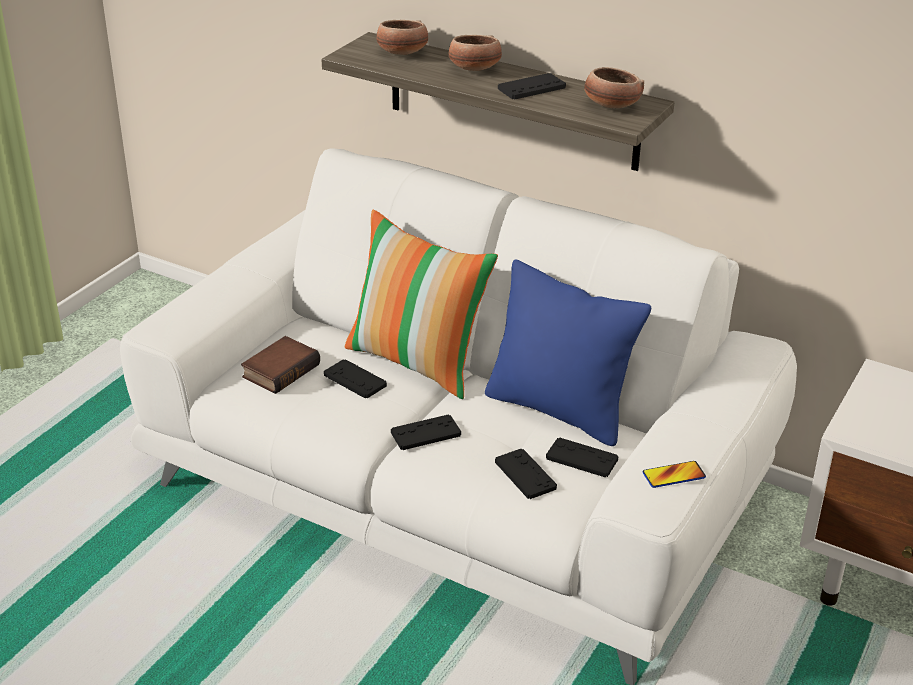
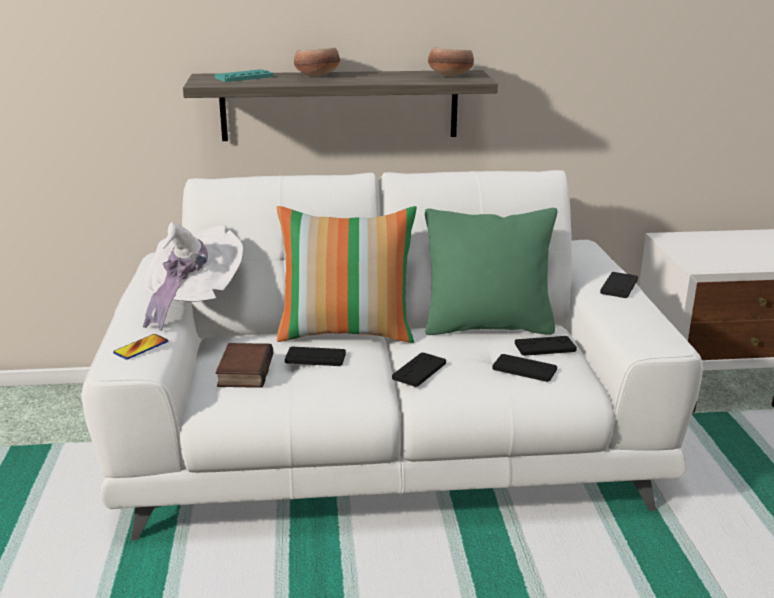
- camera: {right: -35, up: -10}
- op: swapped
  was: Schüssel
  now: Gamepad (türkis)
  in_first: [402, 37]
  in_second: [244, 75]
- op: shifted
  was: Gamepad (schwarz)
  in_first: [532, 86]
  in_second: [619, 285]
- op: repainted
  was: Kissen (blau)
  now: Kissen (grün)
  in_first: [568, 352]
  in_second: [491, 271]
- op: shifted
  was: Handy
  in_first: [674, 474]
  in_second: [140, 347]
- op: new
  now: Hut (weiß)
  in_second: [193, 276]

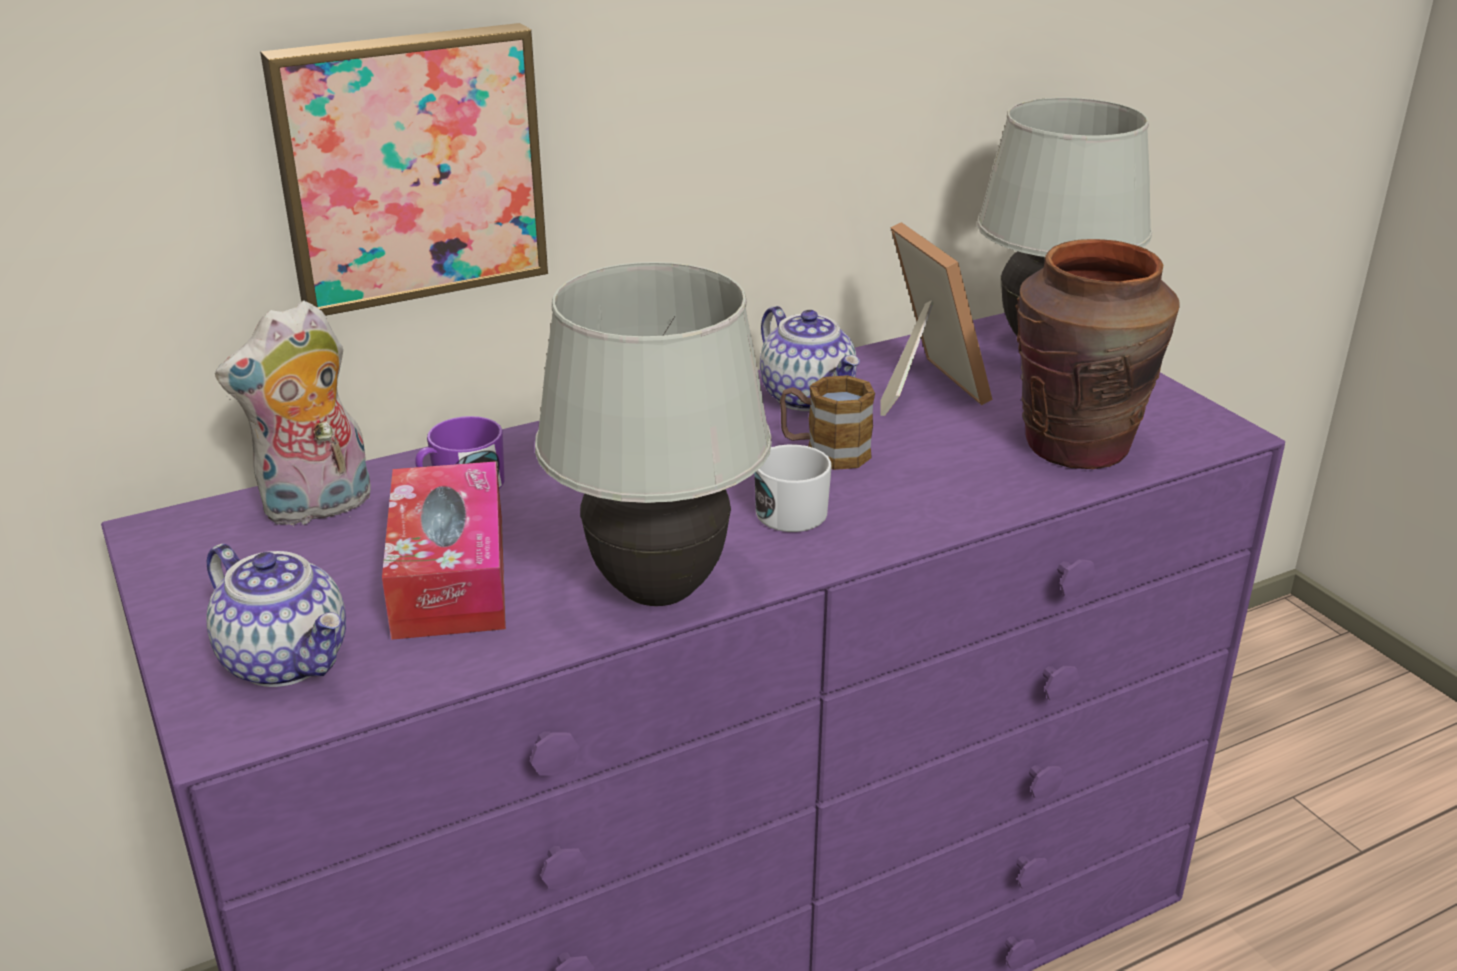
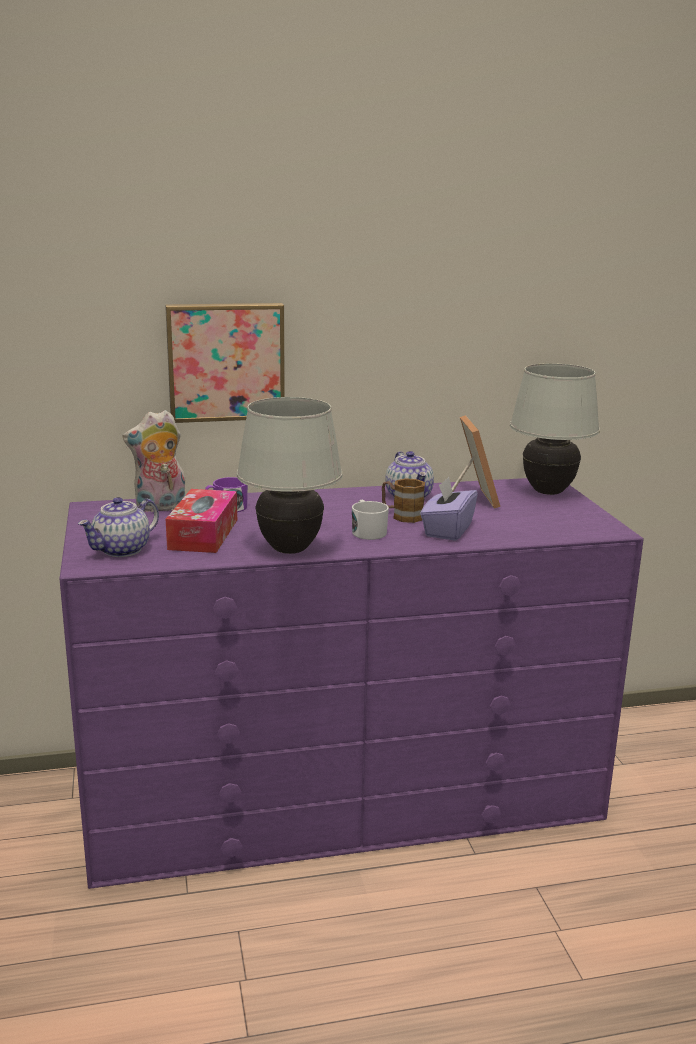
- camera: {right: 15, up: -10}
- op: gone
  was: Vase (braun)
  in_first: [1097, 354]
- op: rotated
  was: Teekanne
  in_first: [276, 615]
  in_second: [118, 527]
  clockwise: 75
- op: new
  now: Taschentuchbox (lila)
  in_second: [449, 509]

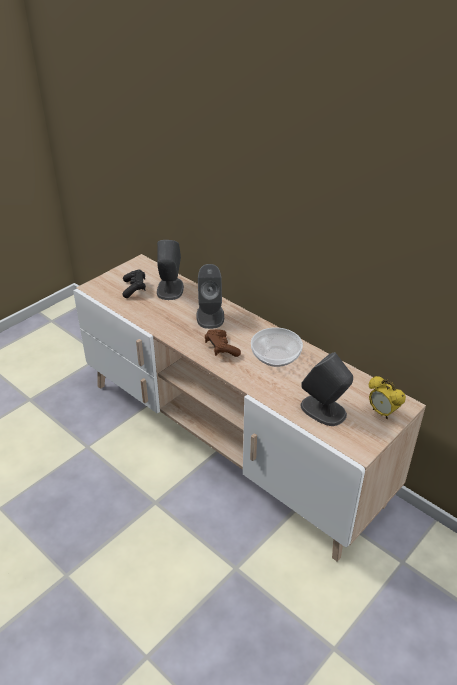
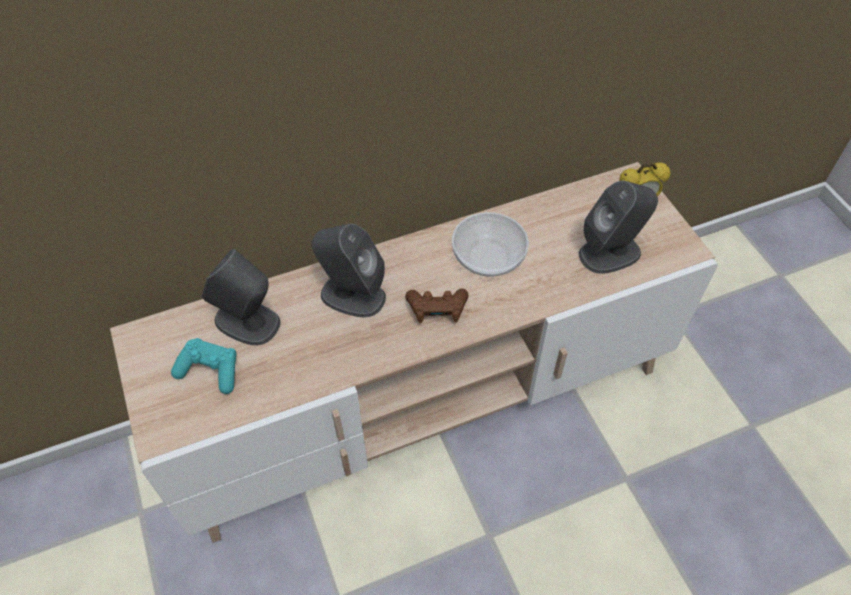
- camera: {right: -65, up: 15}
- op: repainted
  was: Gamepad (schwarz)
  now: Gamepad (türkis)
  in_first: [134, 284]
  in_second: [203, 366]

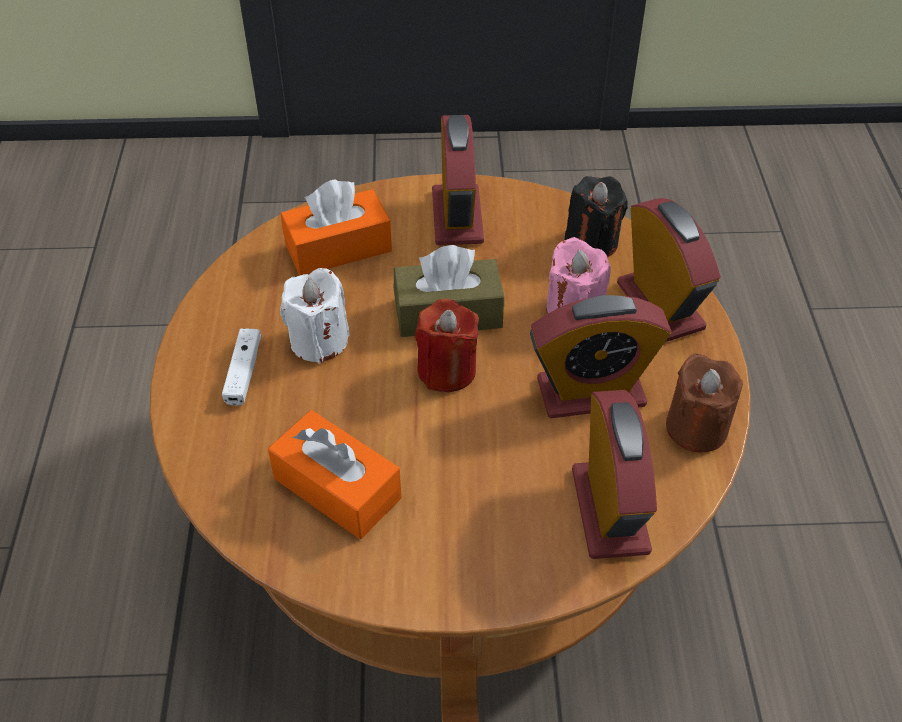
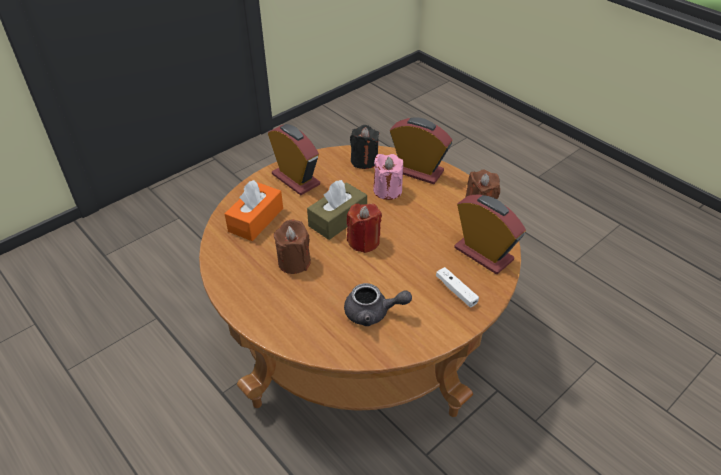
- camera: {right: -40, up: -5}
- op: repainted
  was: Kerze (weiß)
  now: Kerze (braun)
  in_first: [315, 316]
  in_second: [292, 247]
- op: gone
  was: Wecker
  in_first: [601, 356]
- op: shifted
  was: Gamepad (weiß)
  in_first: [241, 367]
  in_second: [457, 287]
- op: swapped
  was: Taschentuchbox (orange)
  now: Teekanne (grau)
  in_first: [335, 474]
  in_second: [378, 304]

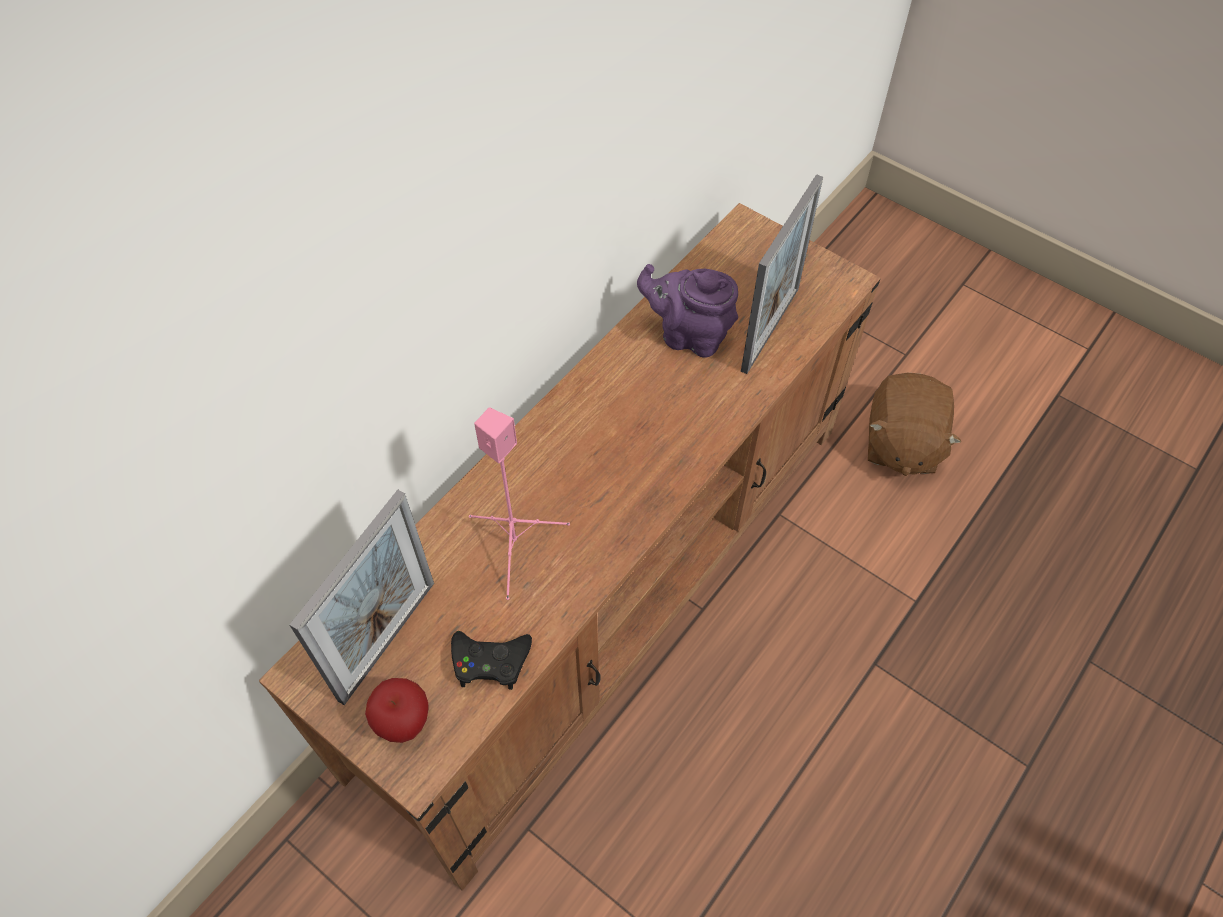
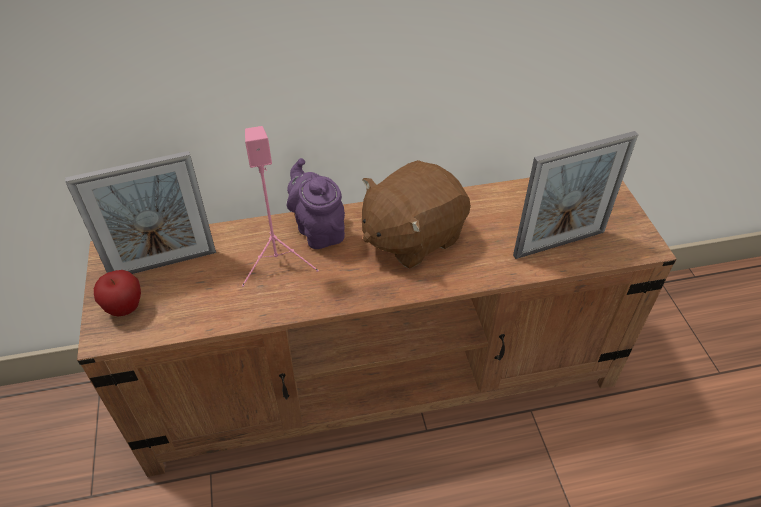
- camera: {right: 40, up: -10}
- op: shifted
  was: Teekanne (lila)
  in_first: [687, 311]
  in_second: [316, 203]
- op: shifted
  was: Plüschtier (braun)
  in_first: [914, 424]
  in_second: [416, 214]
- op: gone
  was: Gamepad (schwarz)
  in_first: [491, 660]

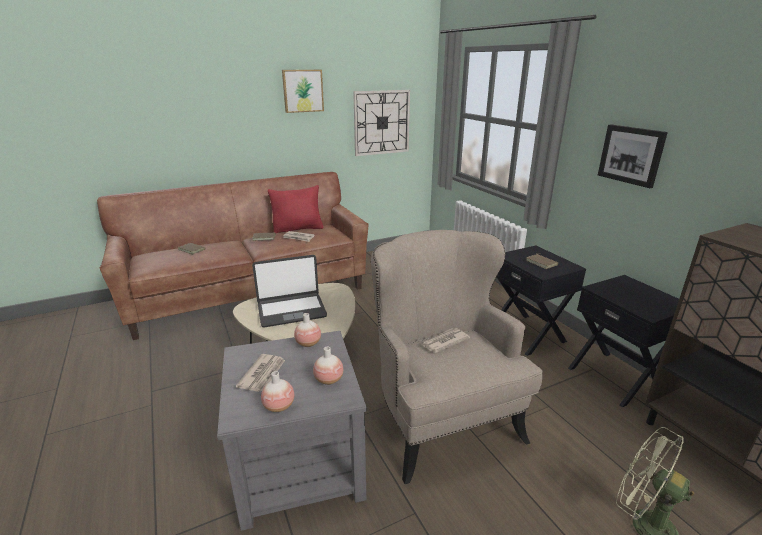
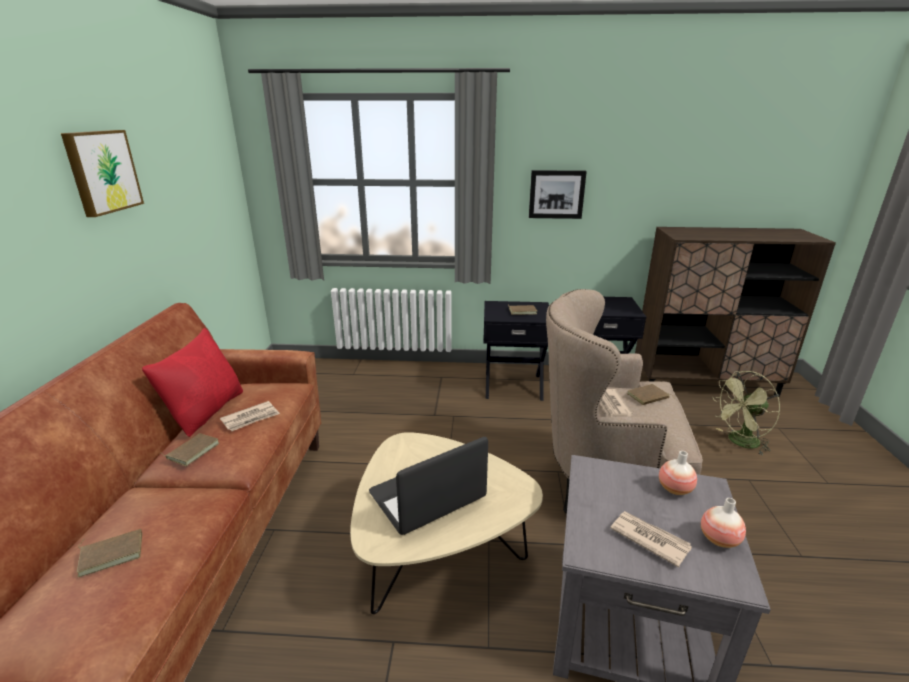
- camera: {right: -60, up: 0}
- op: gone
  was: Wanduhr
  in_first: [381, 123]
- op: rotated
  was: Laptop
  in_first: [289, 291]
  in_second: [428, 486]
  clockwise: -135
- op: gone
  was: Vase
  in_first: [307, 330]
- op: new
  now: Buch (braun)
  in_second: [651, 394]

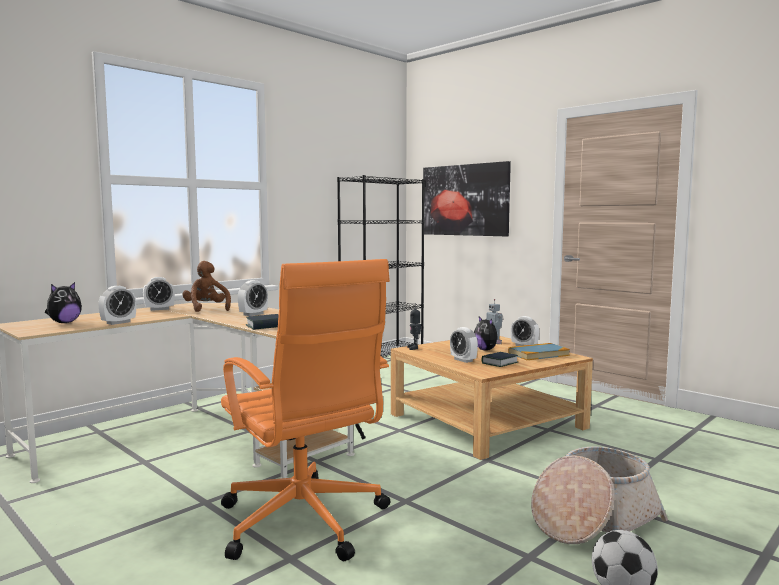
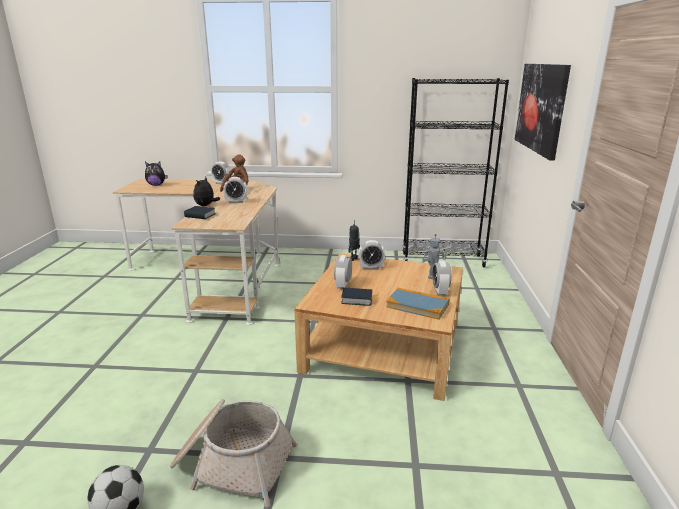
- camera: {right: 50, up: 15}
- op: gone
  was: Bürostuhl (orange)
  in_first: [305, 410]
- op: shifted
  was: Wecker
  in_first: [117, 305]
  in_second: [371, 255]
- op: shifted
  was: Plüschtier
  in_first: [488, 333]
  in_second: [206, 191]

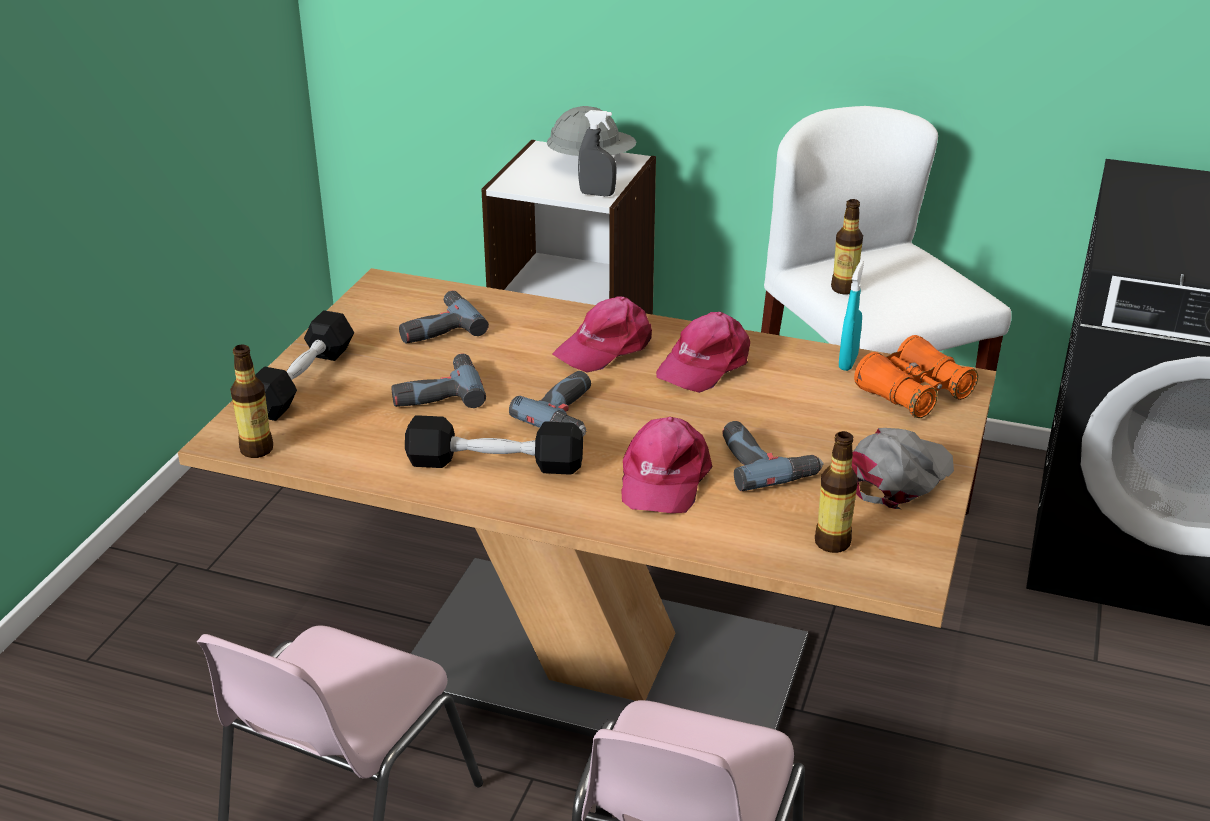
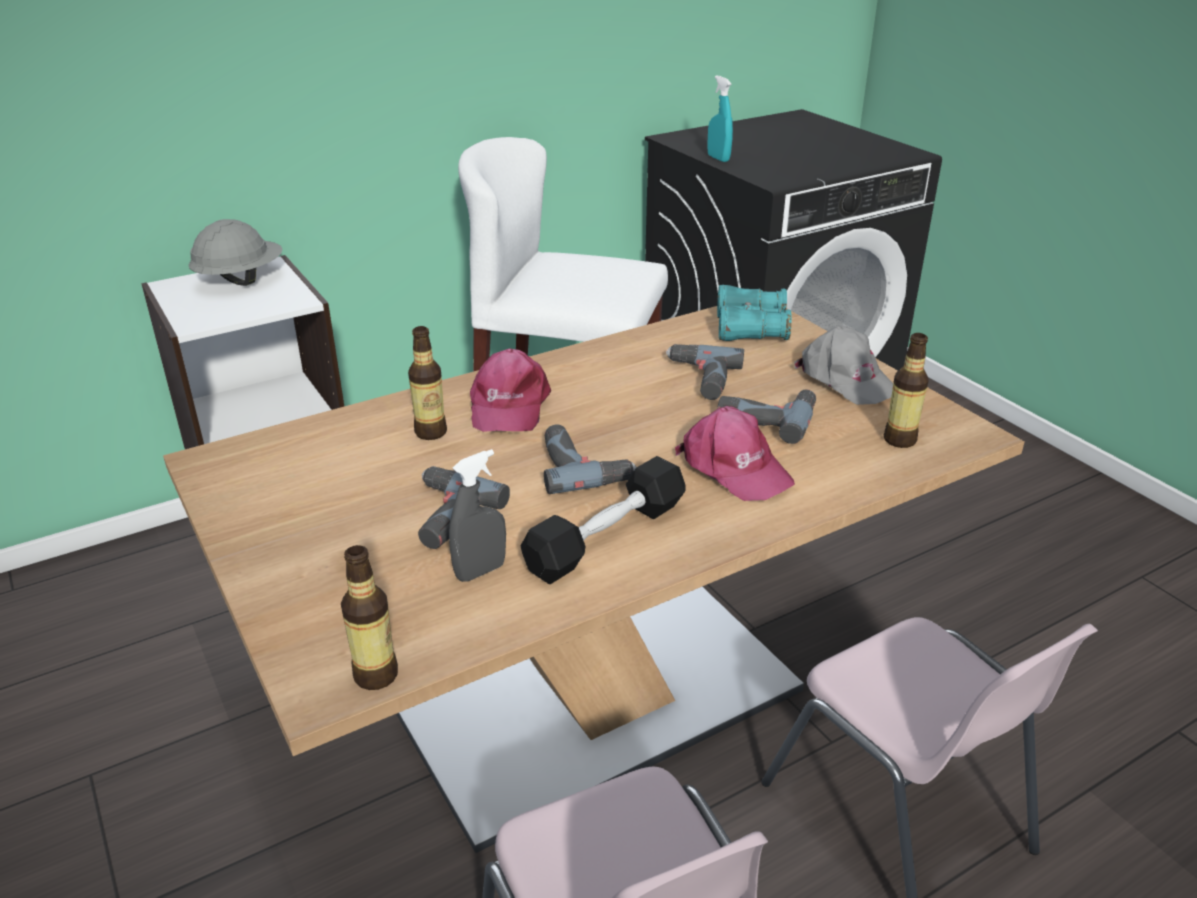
- camera: {right: -50, up: 0}
- op: shifted
  was: Sprühflasche (grau)
  in_first: [597, 153]
  in_second: [477, 515]
- op: shifted
  was: Flasche
  in_first: [847, 247]
  in_second: [427, 383]
- op: shifted
  was: Sprühflasche (türkis)
  in_first: [851, 316]
  in_second: [720, 118]
- op: shifted
  was: Bohrmaschine
  in_first: [444, 317]
  in_second: [705, 372]
- op: gone
  was: Hantel (schwarz)
  in_first: [304, 365]
- op: gone
  was: Kappe (rosa)
  in_first: [703, 352]
- op: repainted
  was: Fernglas (orange)
  now: Fernglas (türkis)
  in_first: [916, 376]
  in_second: [754, 313]
- op: rotated
  was: Kappe (grau)
  in_first: [903, 468]
  in_second: [843, 365]
  clockwise: 150

